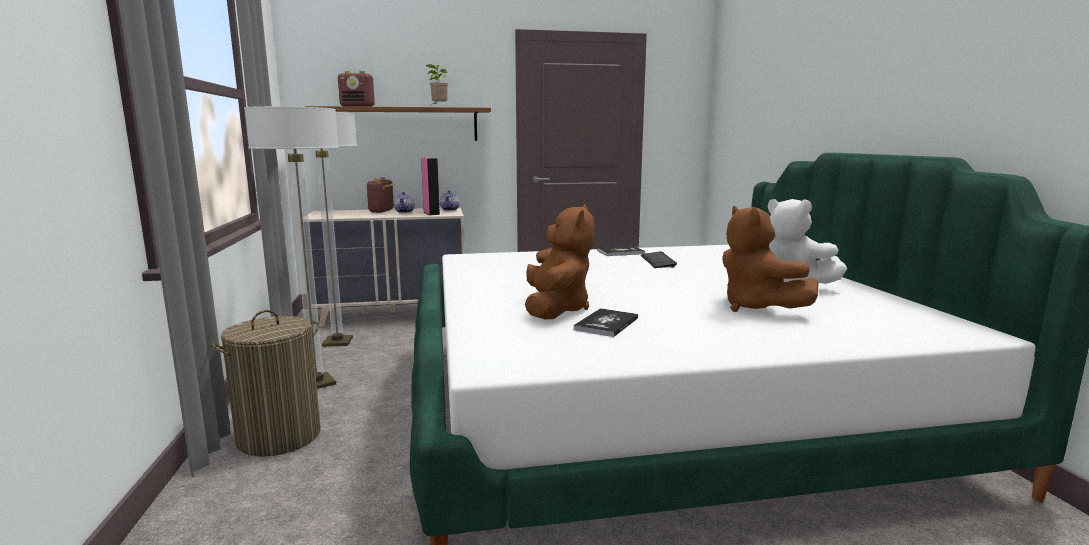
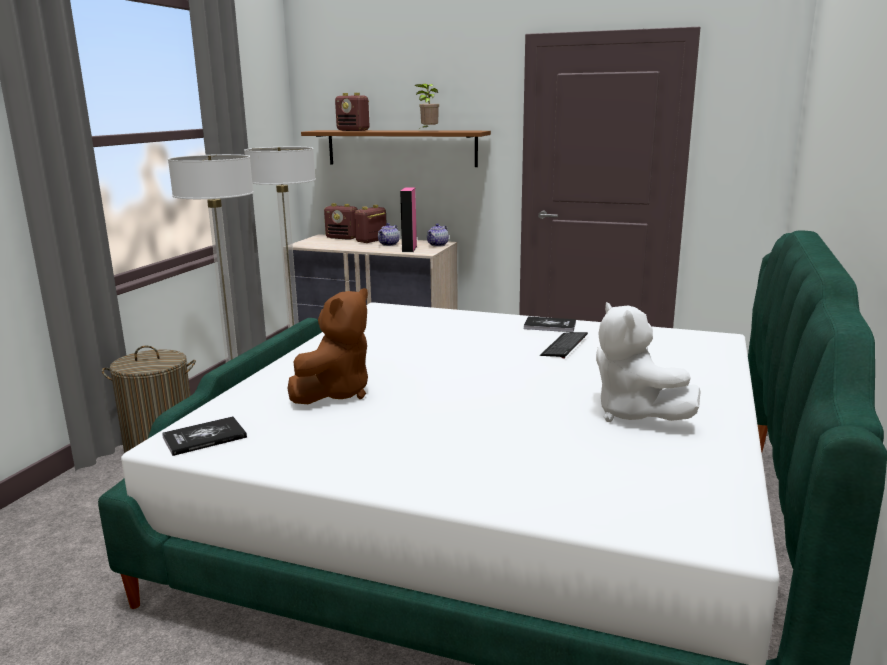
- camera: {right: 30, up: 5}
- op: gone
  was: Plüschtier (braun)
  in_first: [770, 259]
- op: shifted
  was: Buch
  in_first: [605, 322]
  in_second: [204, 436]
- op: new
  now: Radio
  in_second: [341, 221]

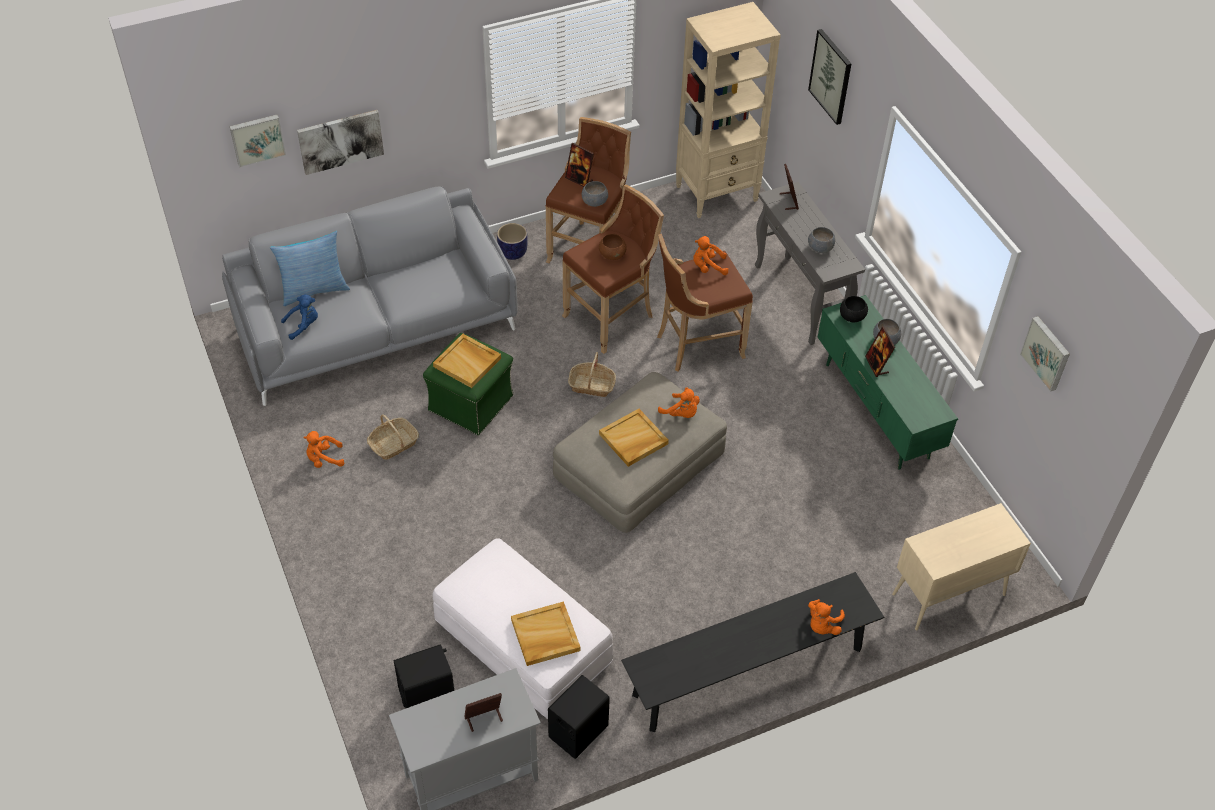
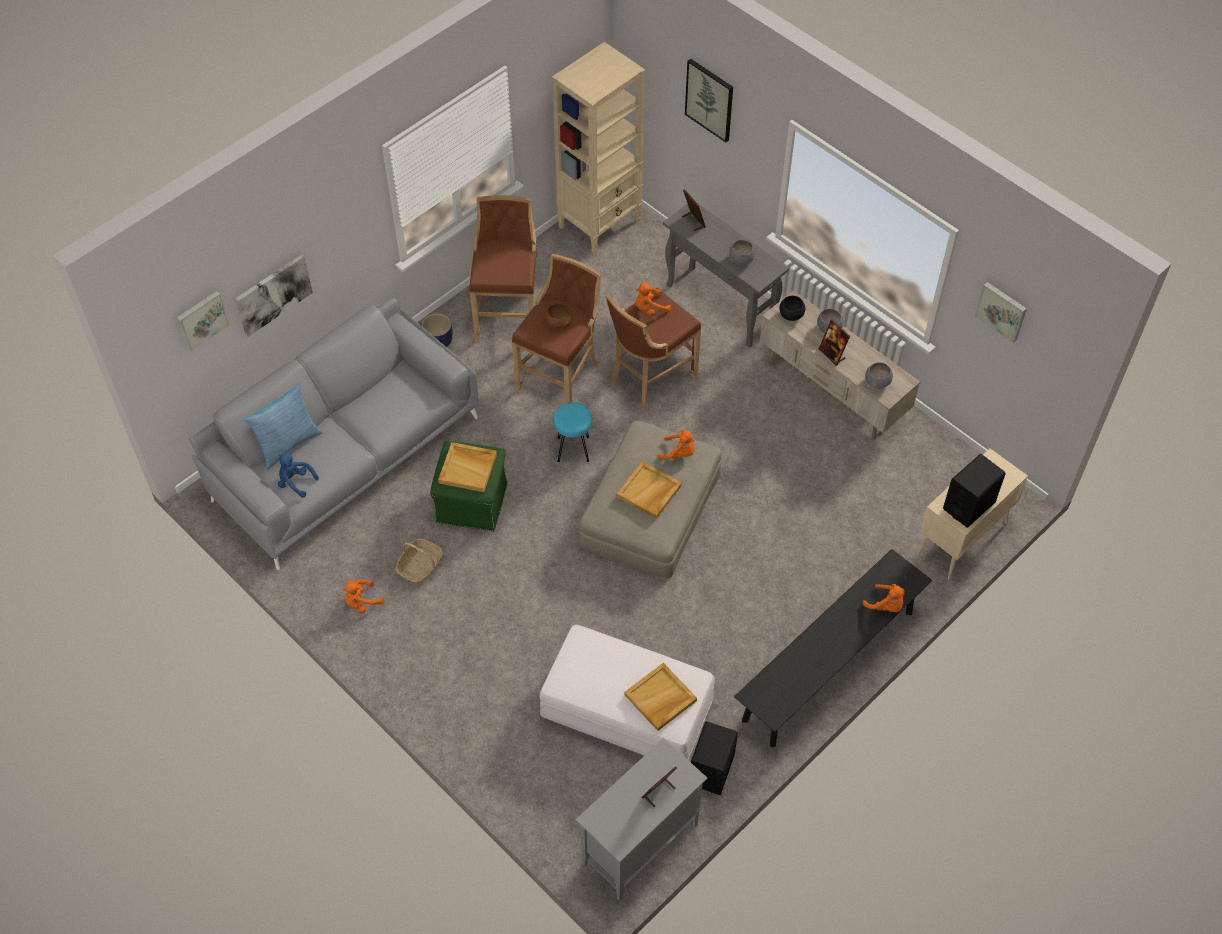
- camera: {right: -20, up: 5}
- op: gone
  was: Bilderrahmen
  in_first: [579, 165]
- op: shifted
  was: Schüssel (grau)
  in_first: [595, 194]
  in_second: [879, 375]
- op: rotated
  was: Plüschtier (blau)
  in_first: [299, 317]
  in_second: [298, 475]
  clockwise: -105
- op: repainted
  was: Fernsehschrank (grün)
  now: Fernsehschrank (beige)
  in_first: [888, 382]
  in_second: [840, 365]
- op: swapped
  was: Korb
  now: Hocker (türkis)
  in_first: [592, 374]
  in_second: [572, 432]
- op: rotated
  was: Plüschtier (orange)
  in_first: [826, 617]
  in_second: [883, 598]
  clockwise: -60
- op: shifted
  was: Lautsprecher (schwarz)
  in_first: [424, 676]
  in_second: [974, 491]

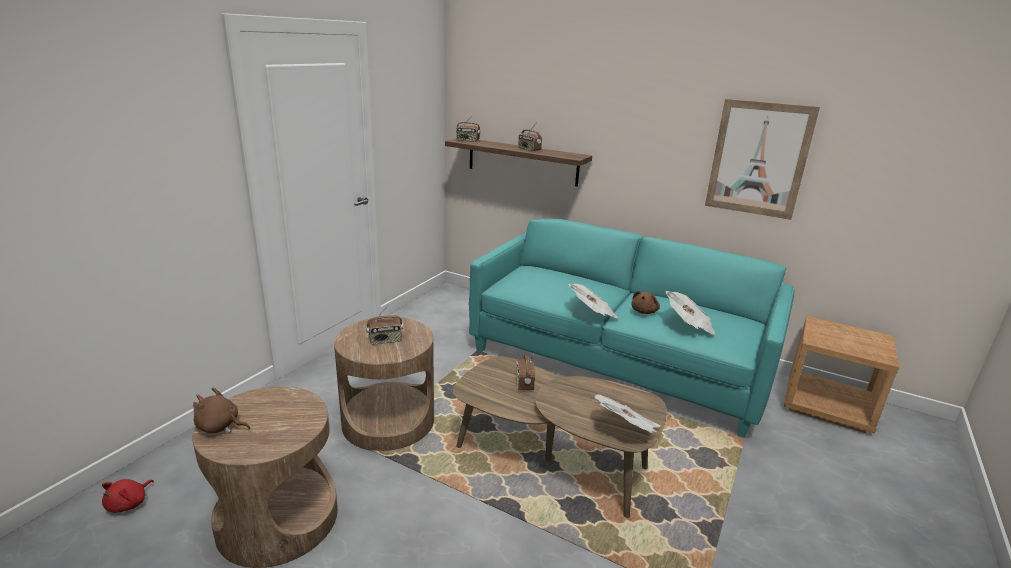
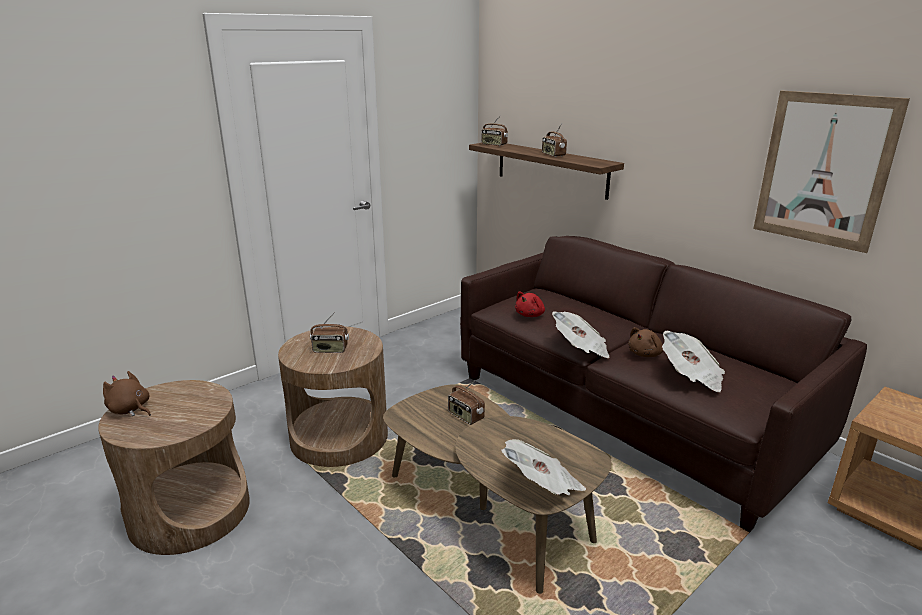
- camera: {right: 20, up: 0}
- op: repainted
  was: Sofa (türkis)
  now: Sofa (braun)
  in_first: [632, 328]
  in_second: [663, 384]
- op: rotated
  was: Radio
  in_first: [525, 372]
  in_second: [466, 403]
  clockwise: -60
- op: shifted
  was: Plüschtier (rot)
  in_first: [128, 496]
  in_second: [530, 304]

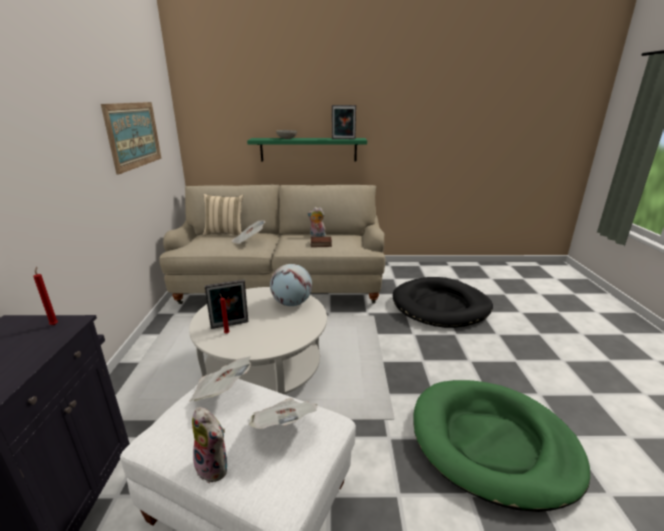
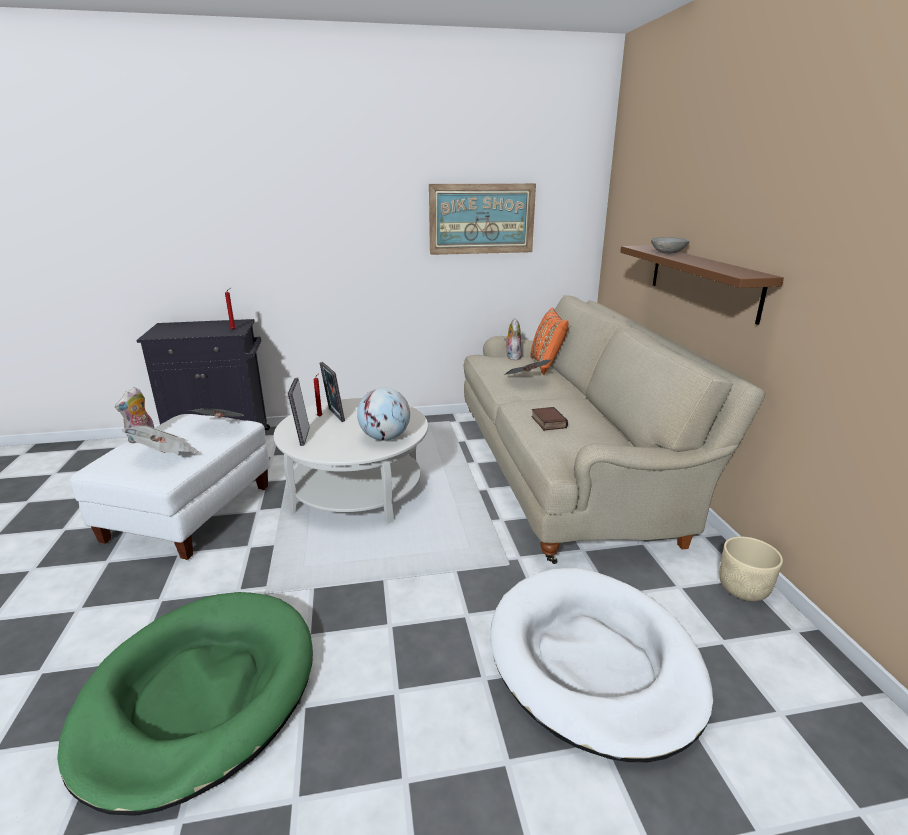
- camera: {right: 80, up: 0}
- op: shifted
  was: Bilderrahmen
  in_first: [344, 122]
  in_second: [299, 412]
- op: repainted
  was: Wandregal (grün)
  now: Wandregal (braun)
  in_first: [307, 150]
  in_second: [702, 285]
- op: repainted
  was: Kissen (beige)
  now: Kissen (orange)
  in_first: [223, 215]
  in_second: [549, 341]
- op: shifted
  was: Plüschtier
  in_first: [316, 222]
  in_second: [513, 339]
- op: repainted
  was: Hundebett (schwarz)
  now: Hundebett (weiß)
  in_first: [443, 302]
  in_second: [601, 665]
- op: new
  now: Pflanzkübel (beige)
  in_second: [751, 569]

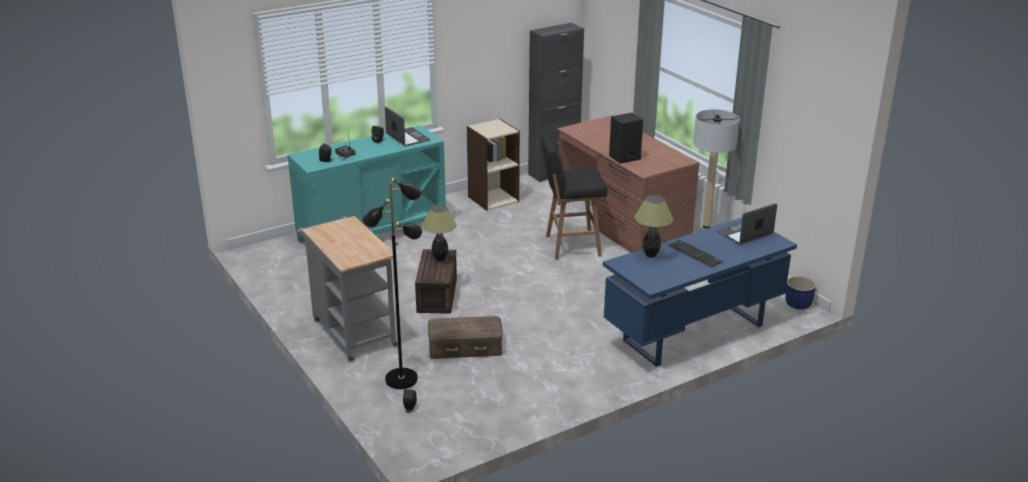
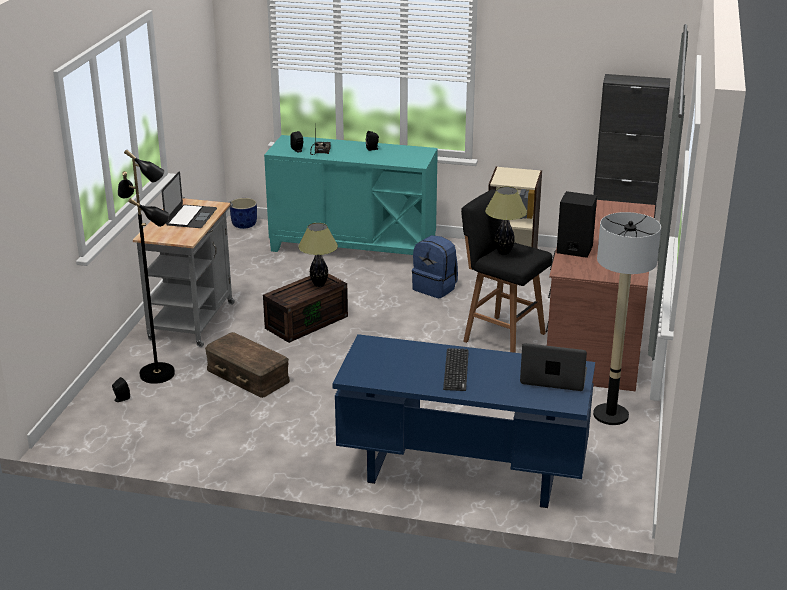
- camera: {right: 45, up: 0}
- op: shifted
  was: Laptop
  in_first: [408, 126]
  in_second: [189, 199]
- op: shifted
  was: Tischlampe
  in_first: [654, 226]
  in_second: [506, 220]
- op: shifted
  was: Pflanzkübel (blau)
  in_first: [800, 292]
  in_second: [243, 213]
- op: new
  now: Rucksack (blau)
  in_second: [435, 266]

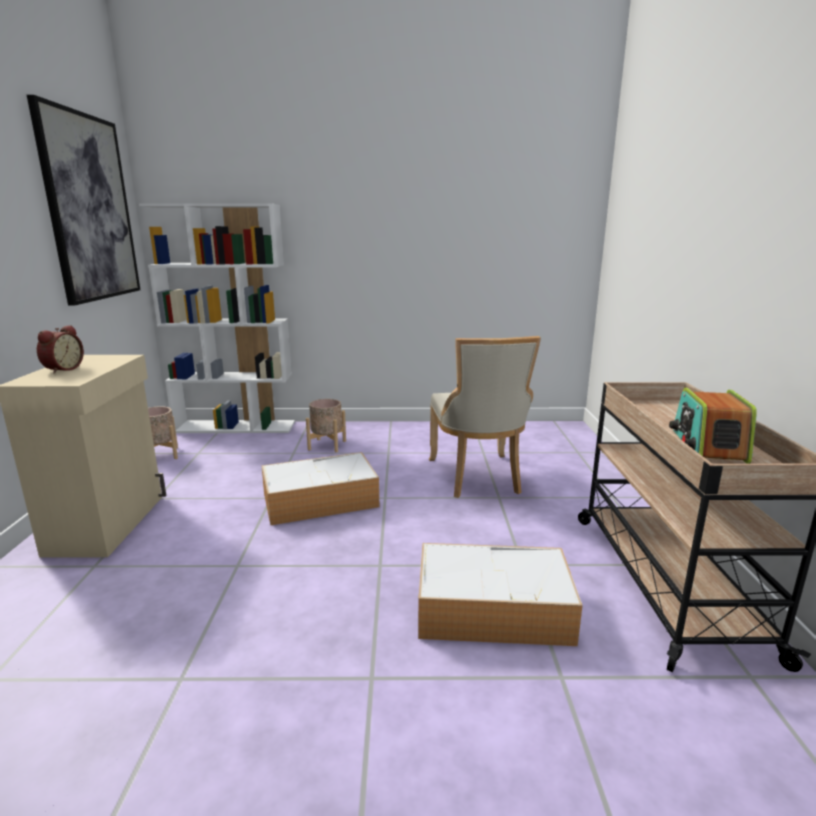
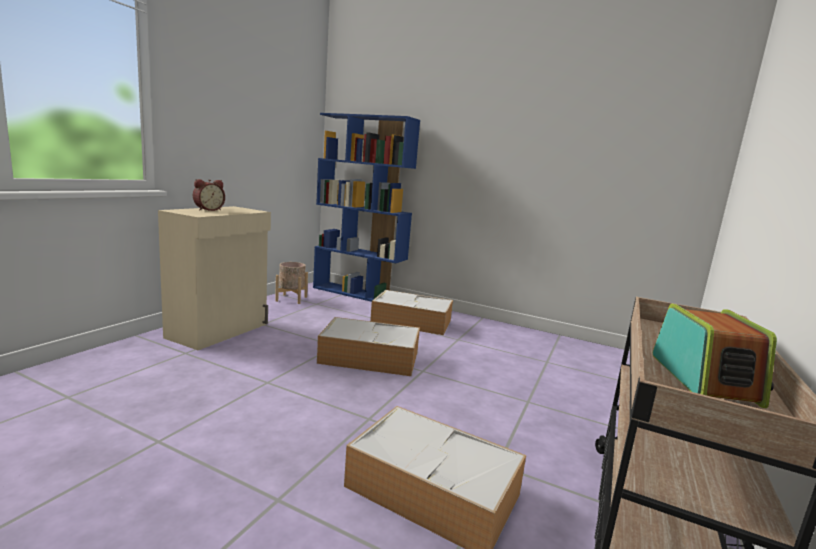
- camera: {right: 25, up: -5}
- op: gone
  was: Bild
  in_first: [83, 200]
- op: repainted
  was: Bücherregal (weiß)
  now: Bücherregal (blau)
  in_first: [217, 318]
  in_second: [366, 207]
- op: gone
  was: Stuhl (beige)
  in_first: [485, 417]
- op: rotated
  was: Radio
  in_first: [713, 426]
  in_second: [715, 356]
  clockwise: 150
- op: swapped
  was: Pflanzkübel (beige)
  now: Aufbewahrungsbox
  in_first: [326, 425]
  in_second: [411, 312]

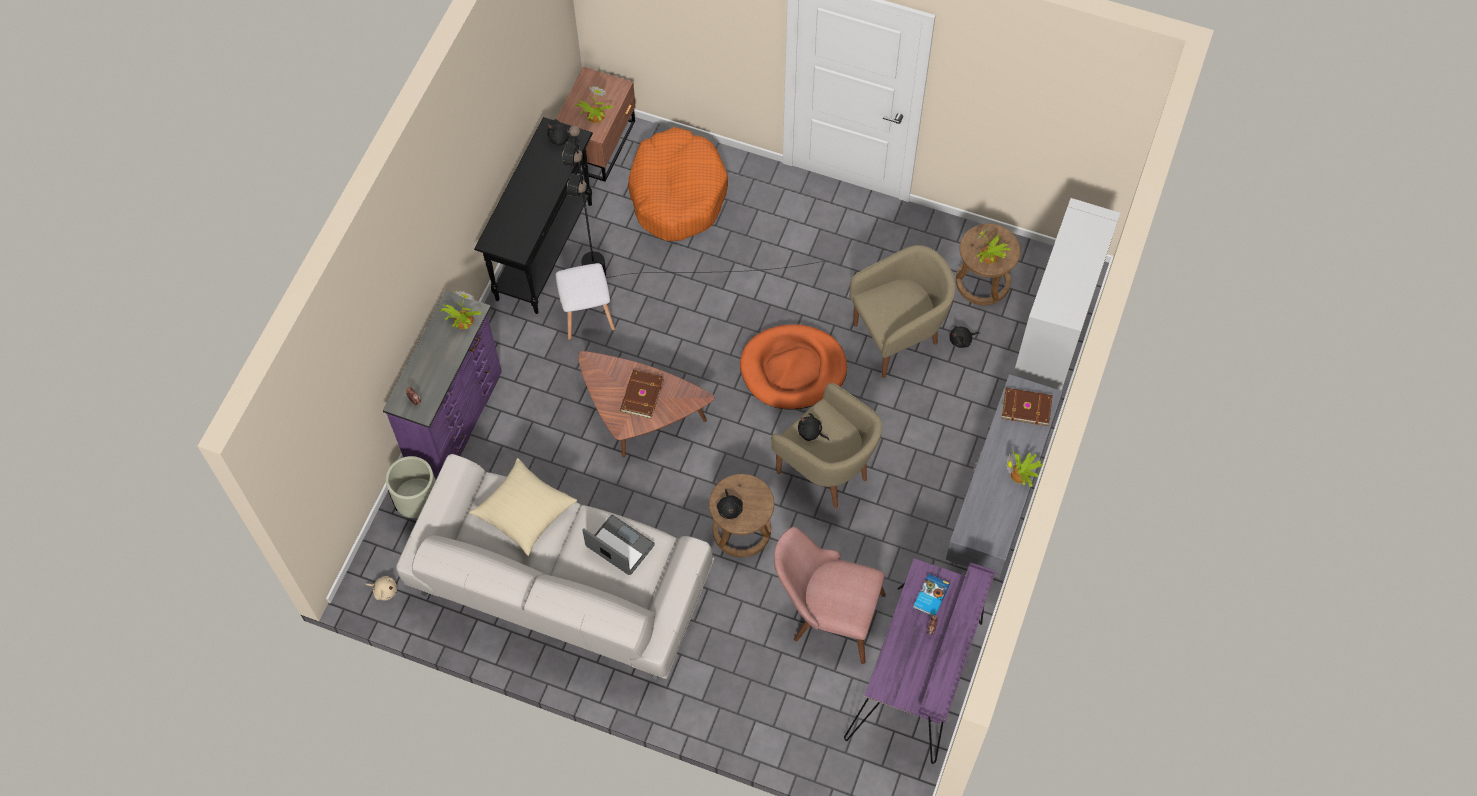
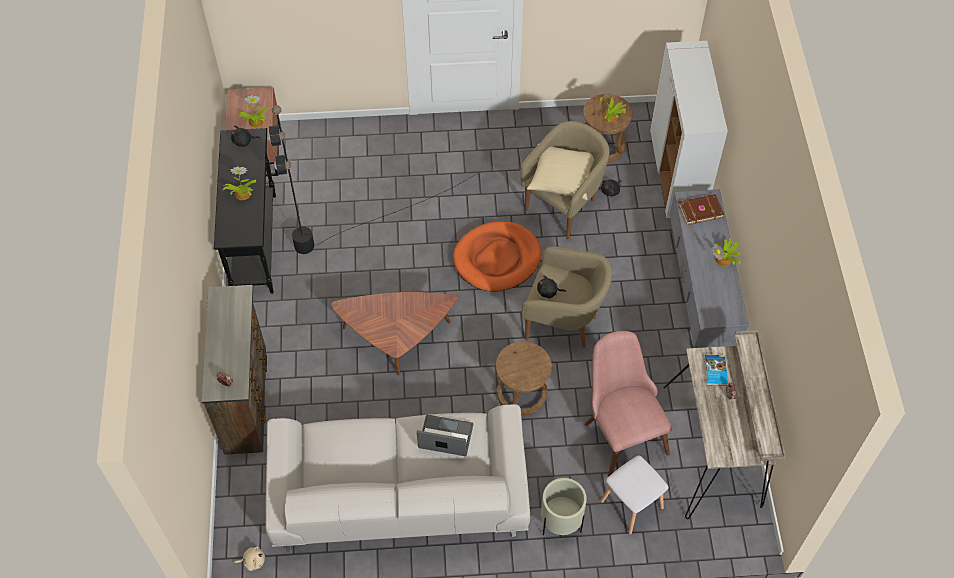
- camera: {right: -25, up: -5}
- op: gone
  was: Hundebett (orange)
  in_first: [678, 184]
- op: shifted
  was: Hocker (weiß)
  in_first: [585, 301]
  in_second: [634, 495]
- op: repainted
  was: Kommode (lila)
  now: Kommode (braun)
  in_first: [442, 385]
  in_second: [234, 370]
- op: shifted
  was: Topfpflanze
  in_first: [460, 310]
  in_second: [239, 183]
- op: gone
  was: Buch (braun)
  in_first: [642, 394]
- op: shifted
  was: Pflanzkübel (beige)
  in_first: [411, 487]
  in_second: [564, 506]
- op: shifted
  was: Kissen (beige)
  in_first: [523, 507]
  in_second: [560, 173]
- op: gone
  was: Plüschtier (schwarz)
  in_first: [730, 504]
- op: rotated
  was: Stuhl (rosa)
  in_first: [830, 595]
  in_second: [628, 404]
  clockwise: 75
- op: repainted
  was: Schreibtisch (lila)
  now: Schreibtisch (beige)
  in_first: [920, 661]
  in_second: [725, 424]

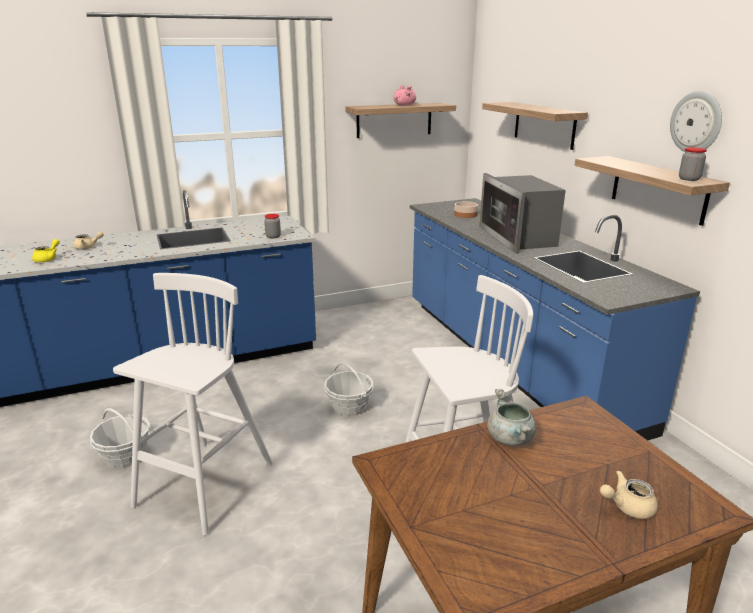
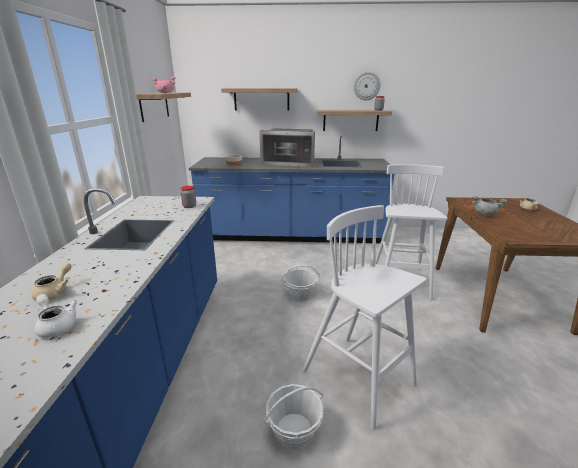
- camera: {right: -65, up: 0}
- op: repainted
  was: Teekanne (gelb)
  now: Teekanne (weiß)
  in_first: [46, 250]
  in_second: [56, 316]

